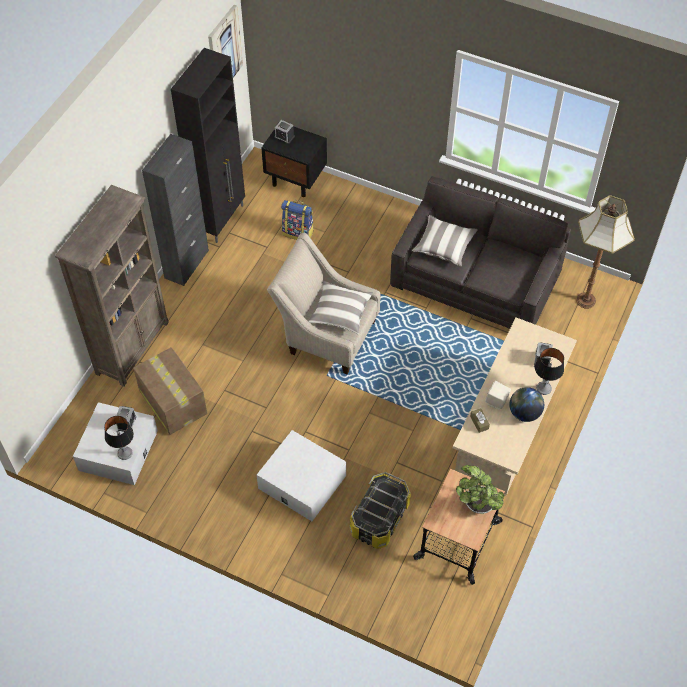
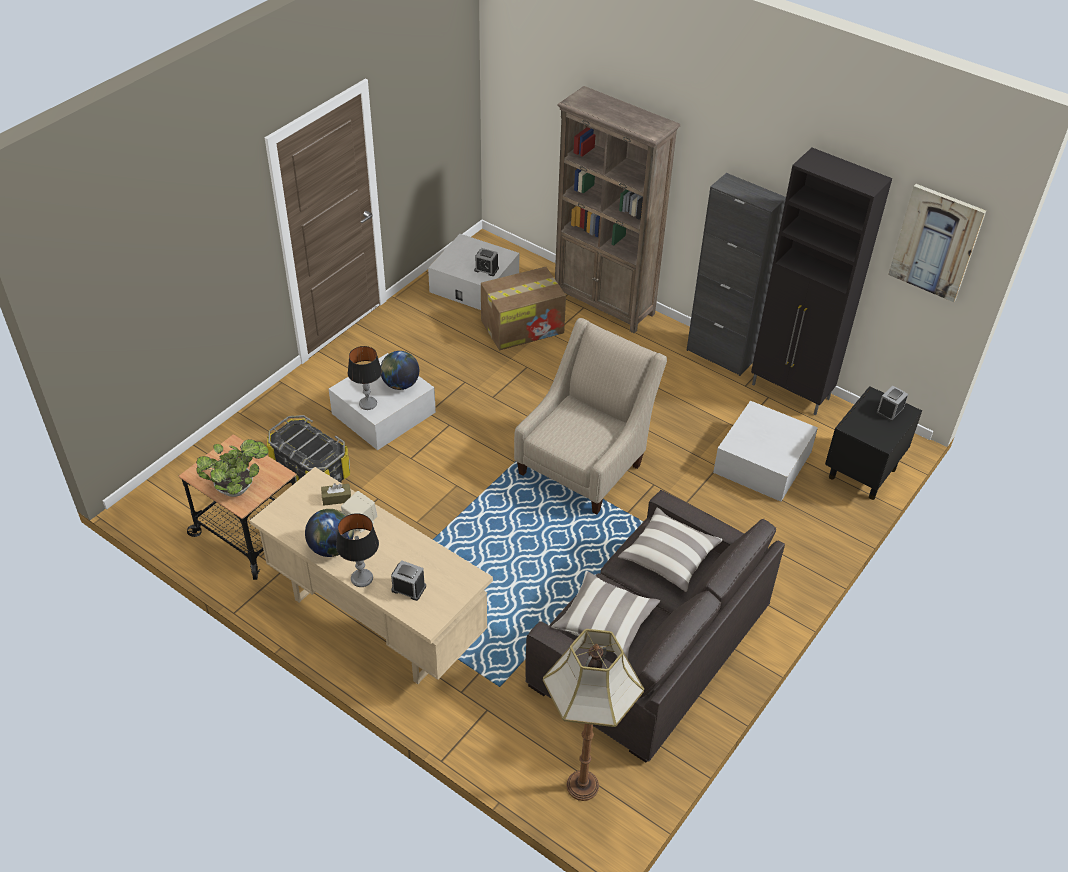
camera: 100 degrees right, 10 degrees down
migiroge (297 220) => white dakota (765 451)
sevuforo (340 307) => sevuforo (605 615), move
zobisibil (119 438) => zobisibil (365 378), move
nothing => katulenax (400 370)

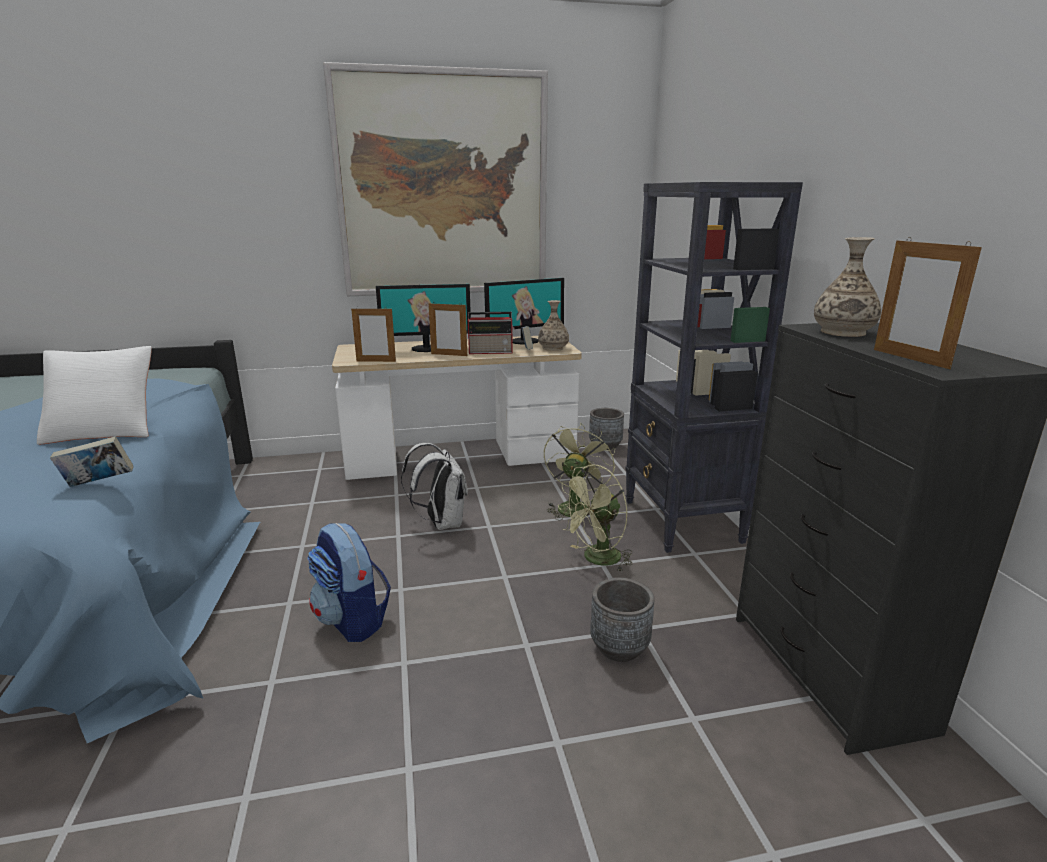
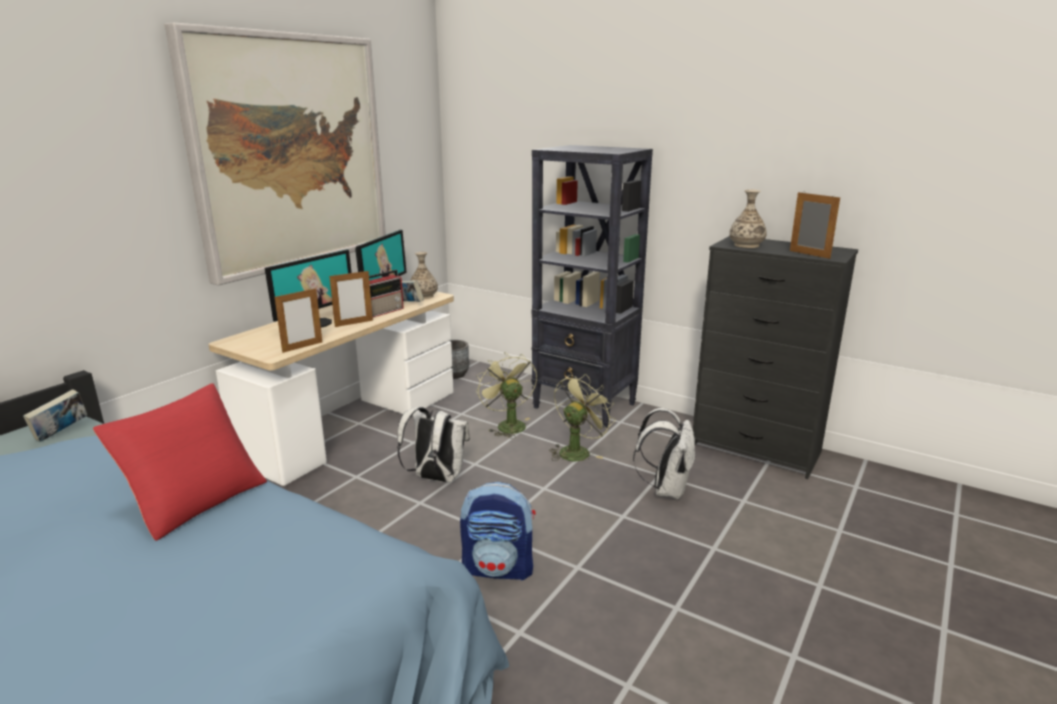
camera: 45 degrees left, 0 degrees up
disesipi (928 303) => disesipi (815 225), 150 degrees counterclockwise
white sevuforo (94 395) => red sevuforo (180 462)
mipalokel (92 461) => mipalokel (55 415), move
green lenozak (595 519) => green lenozak (582 417), 150 degrees counterclockwise
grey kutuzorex (622 619) => white migiroge (664 454)

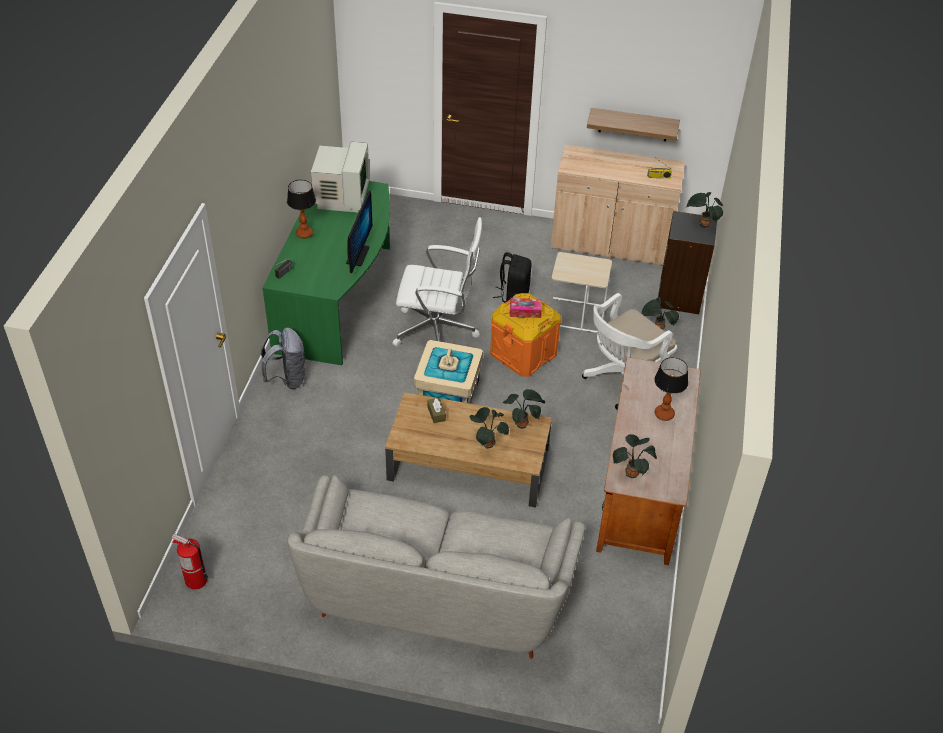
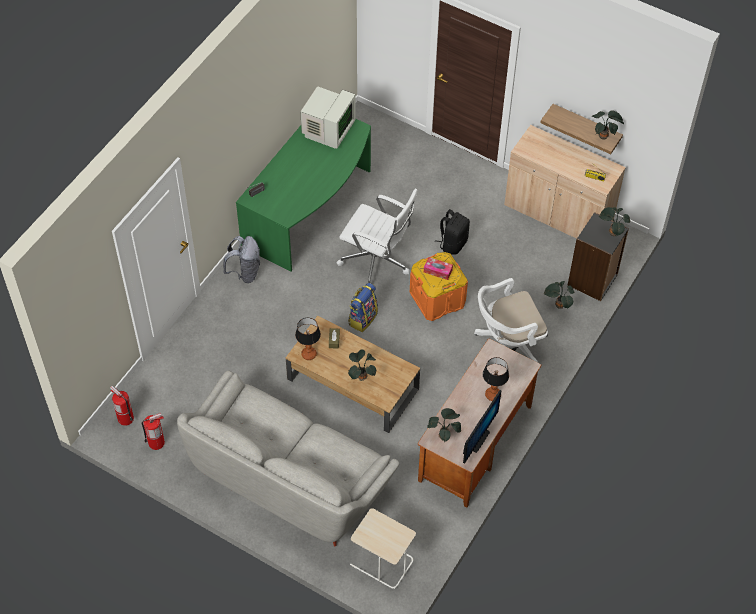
camera: 20 degrees right, 10 degrees up
zobisibil (301 209) => zobisibil (308 339), move
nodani (359 232) => nodani (482 426), move
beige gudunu (582 292) => beige gudunu (383 548), move
beige dakota (448 371) => migiroge (363 307)
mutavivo (524 409) => mutavivo (608 125), move
nothing => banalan (153 431)

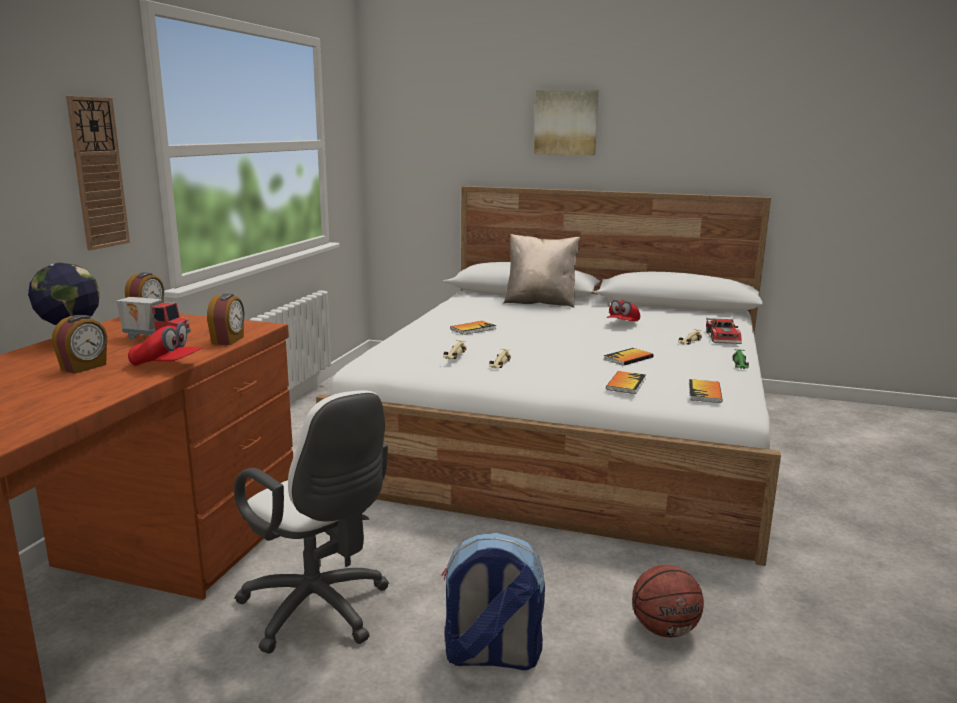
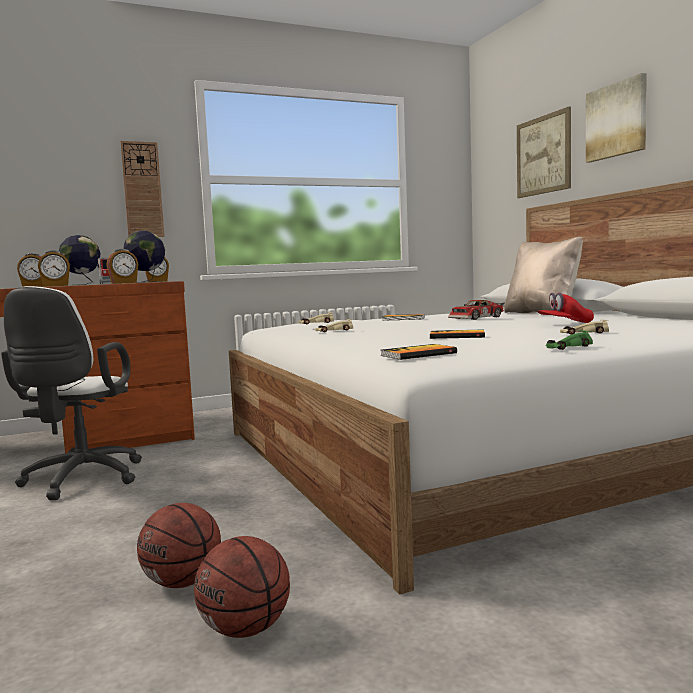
camera: 50 degrees right, 10 degrees down
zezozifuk (724 330) => zezozifuk (476 310), move
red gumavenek (165 344) => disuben (54 268)
mipalokel (626 382) => nothing
migiroge (493 601) => nothing
nothing => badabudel (544 152)
nothing => katulenax (144 257)
nothing => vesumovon (242 587)

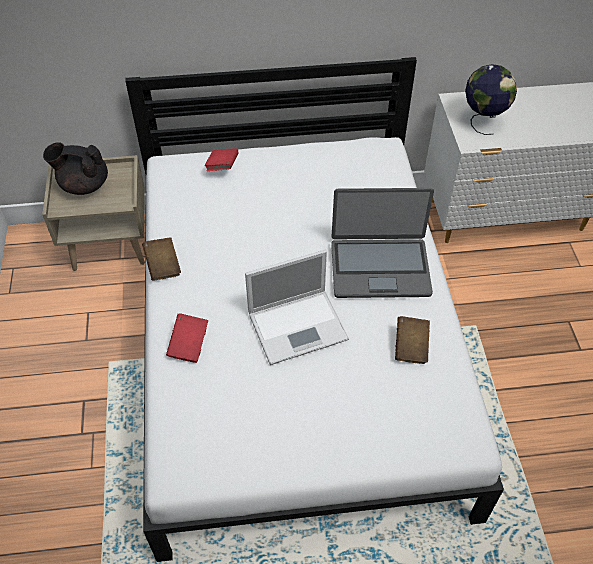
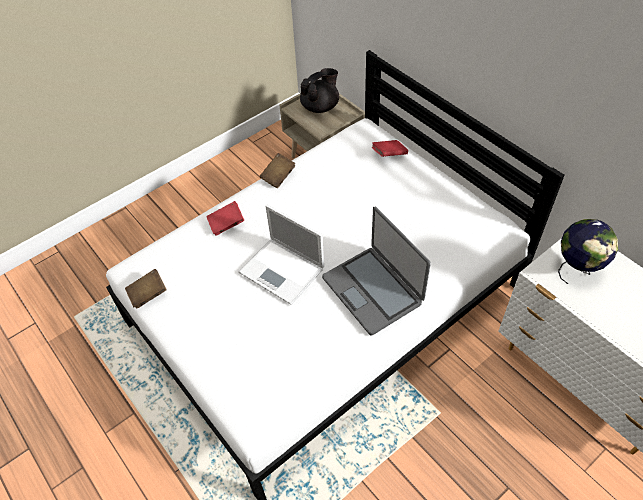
camera: 60 degrees right, 0 degrees up
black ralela (75 168) => black ralela (319 90), 75 degrees clockwise
brown mipalokel (412 340) => brown mipalokel (146 288), move

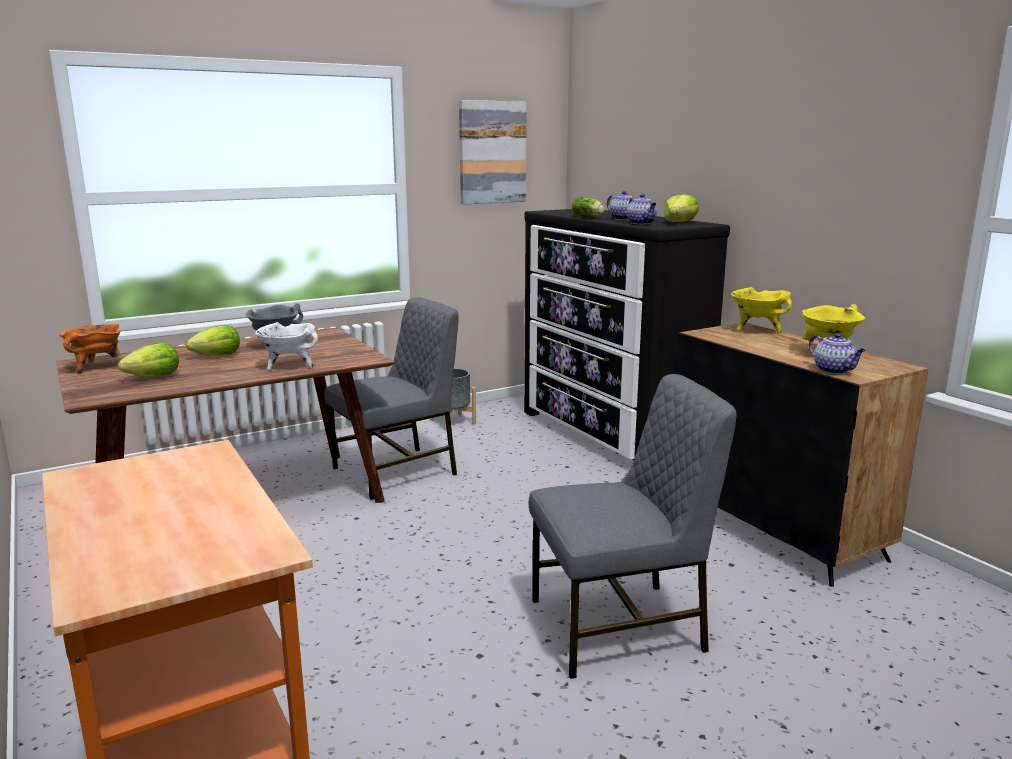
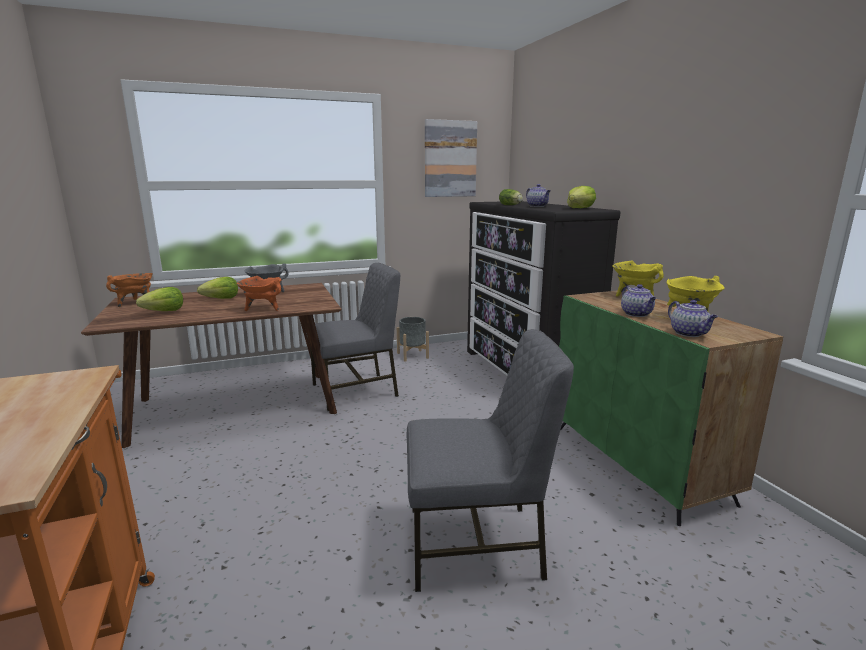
camera: 10 degrees right, 0 degrees up
ralela (642 209) => ralela (638 300), move
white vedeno (286 346) => orange vedeno (259 293)
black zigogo (800 455) => green zigogo (671 408)

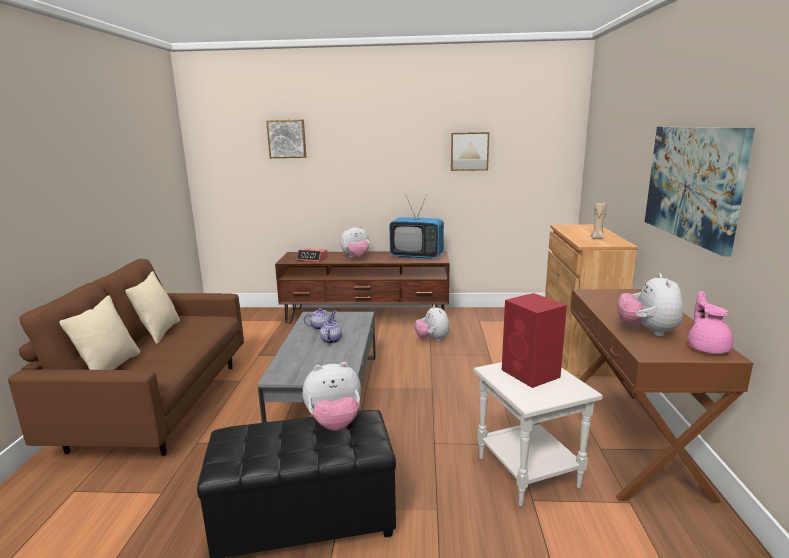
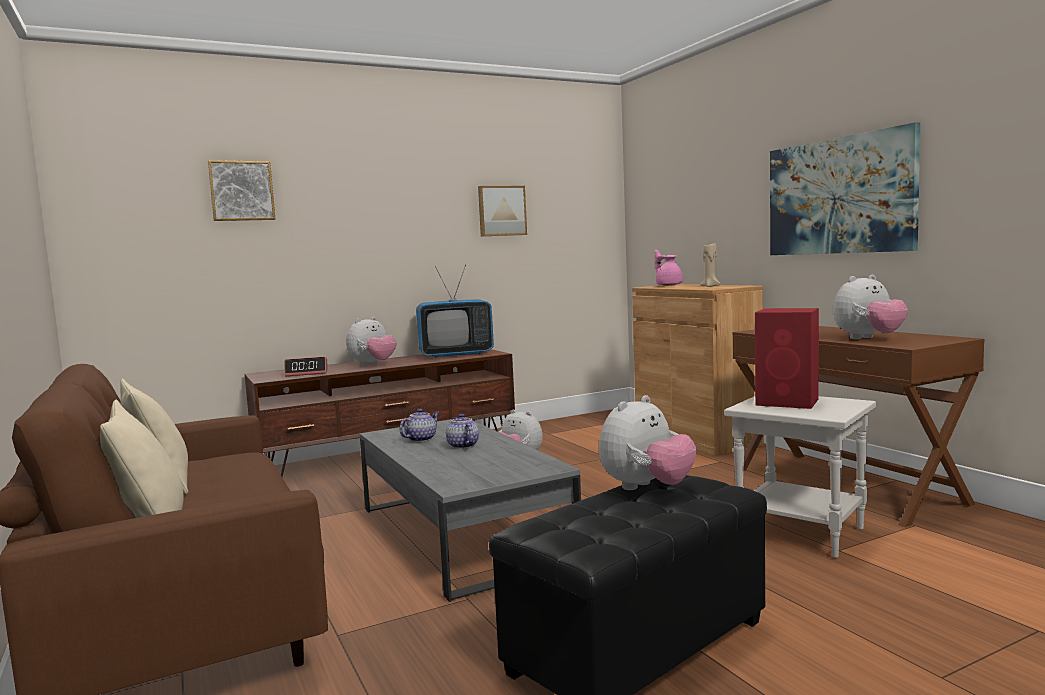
camera: 30 degrees left, 10 degrees down
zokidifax (650 304) => zokidifax (870 307), 90 degrees counterclockwise
pink ralela (710 322) => pink ralela (669 268), move

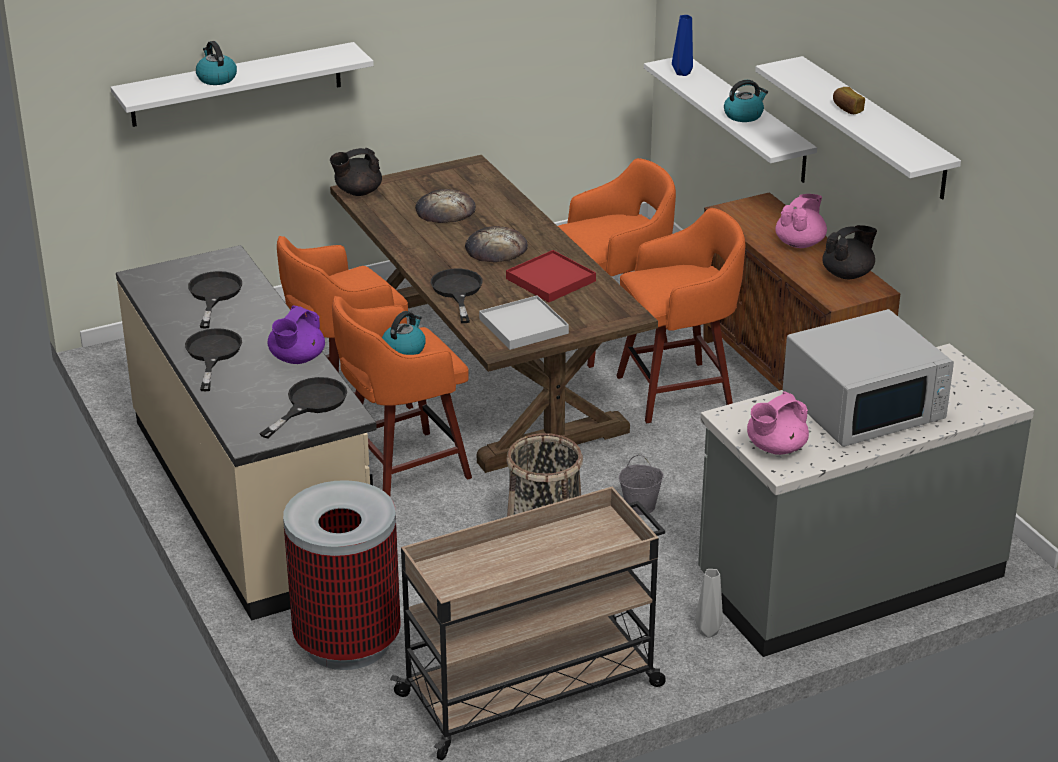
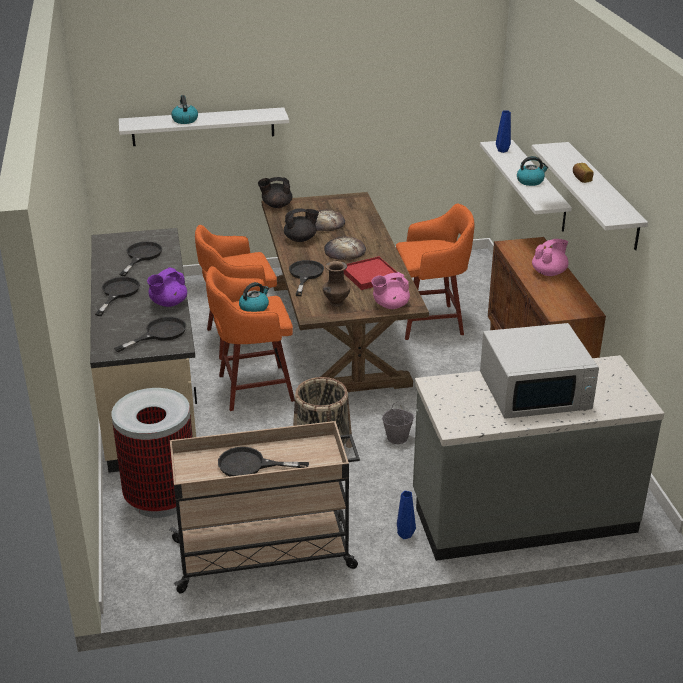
camera: 15 degrees right, 0 degrees up
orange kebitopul (680 315) => nothing
black ralela (849 252) => black ralela (301 225), move
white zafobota (524 322) => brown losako (336 284)
pink ralela (778 423) => pink ralela (390 290), move
grey losako (709 603) => blue losako (406 515)
nothing => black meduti (263 462)

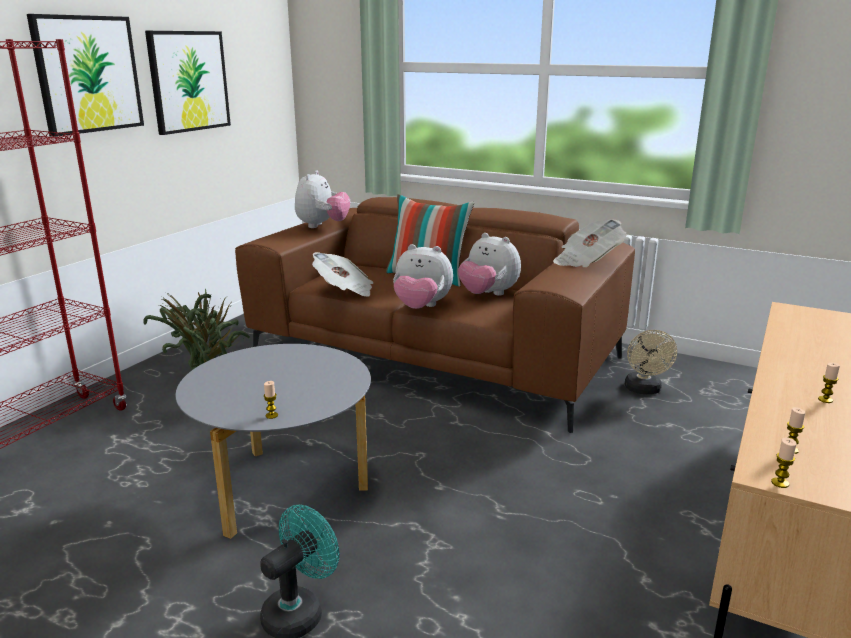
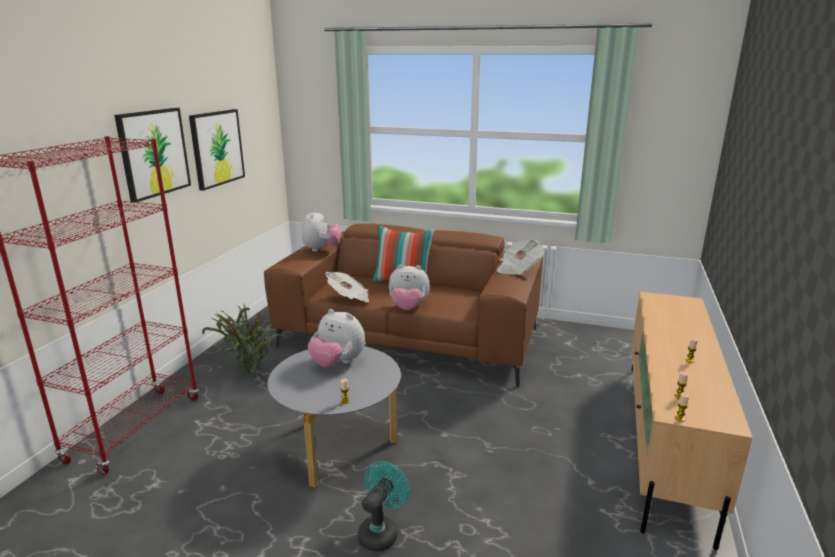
camera: 10 degrees left, 0 degrees up
zokidifax (489 264) => zokidifax (336 338), move
beige lenozak (651 362) => nothing

